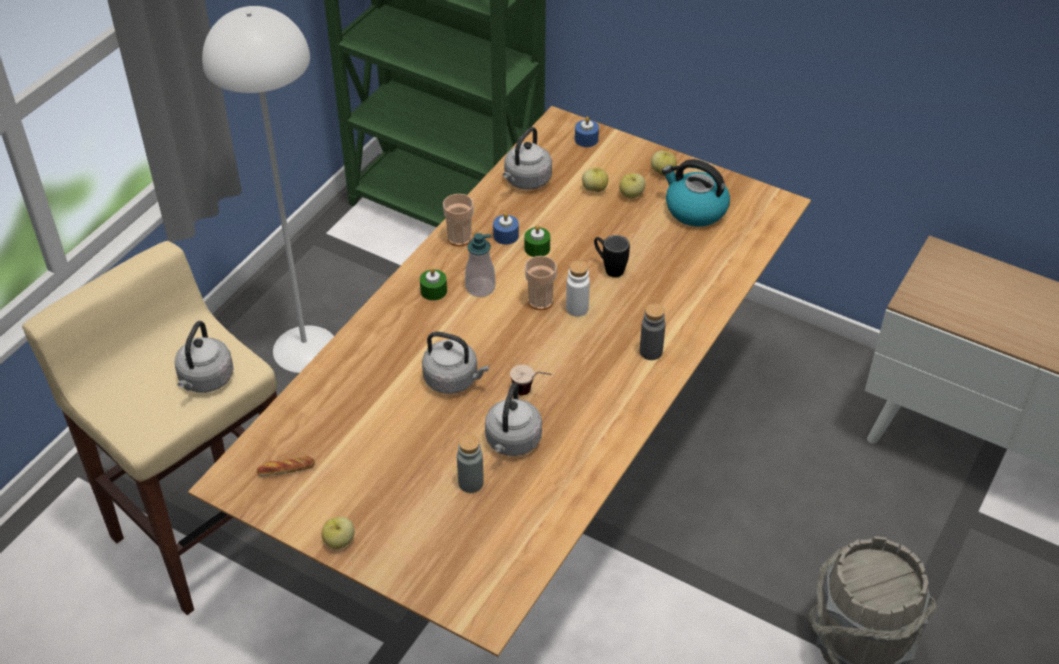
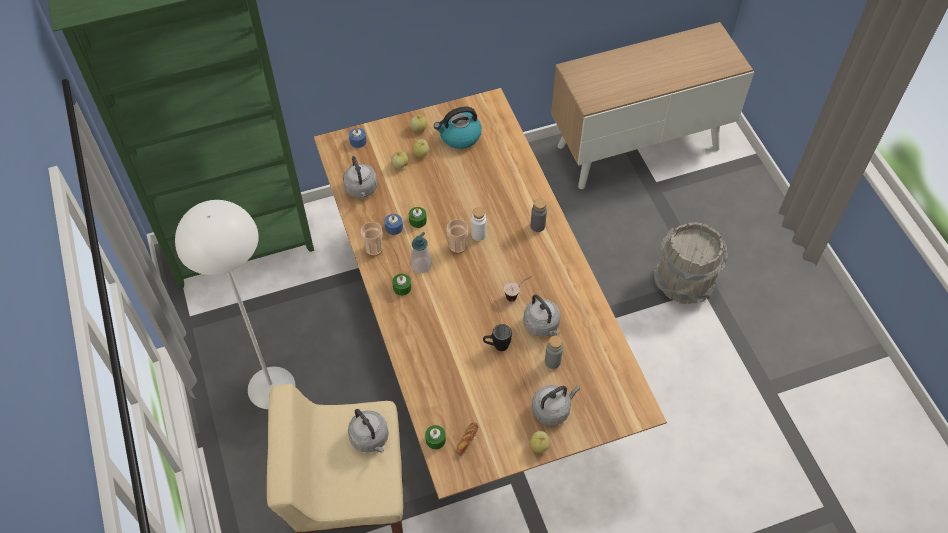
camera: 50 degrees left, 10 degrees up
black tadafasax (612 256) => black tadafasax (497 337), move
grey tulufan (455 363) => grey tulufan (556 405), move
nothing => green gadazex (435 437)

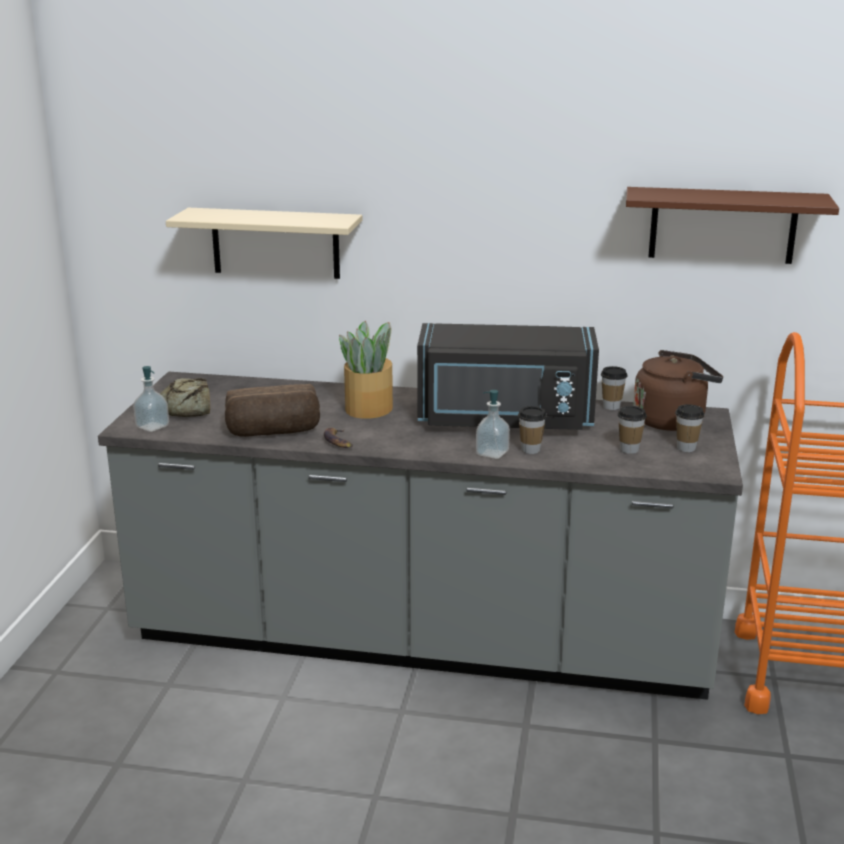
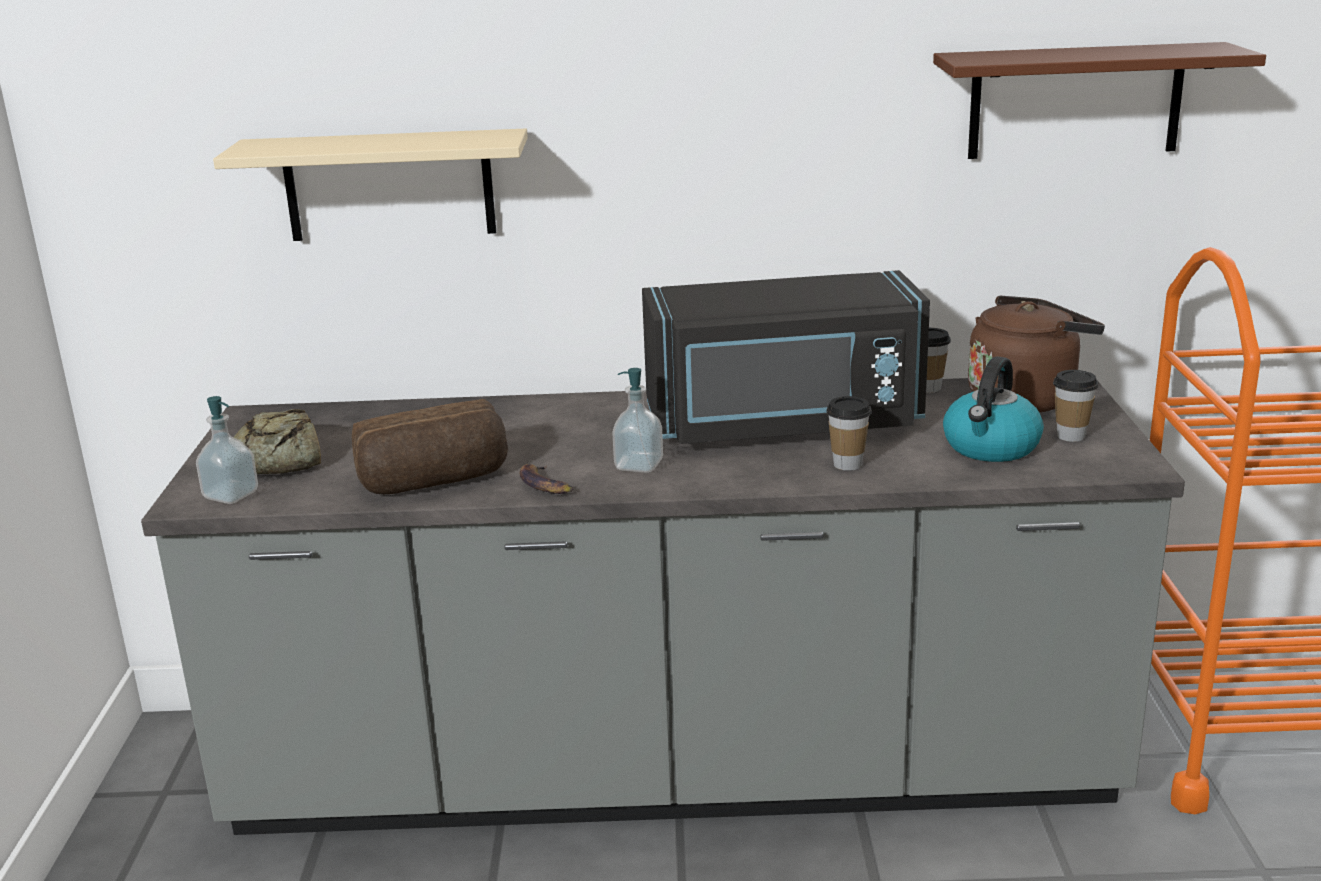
camera: 10 degrees left, 0 degrees up
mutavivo (366 370) => nothing
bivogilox (493 424) => bivogilox (637 420), move
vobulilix (632 430) => tulufan (993 409)

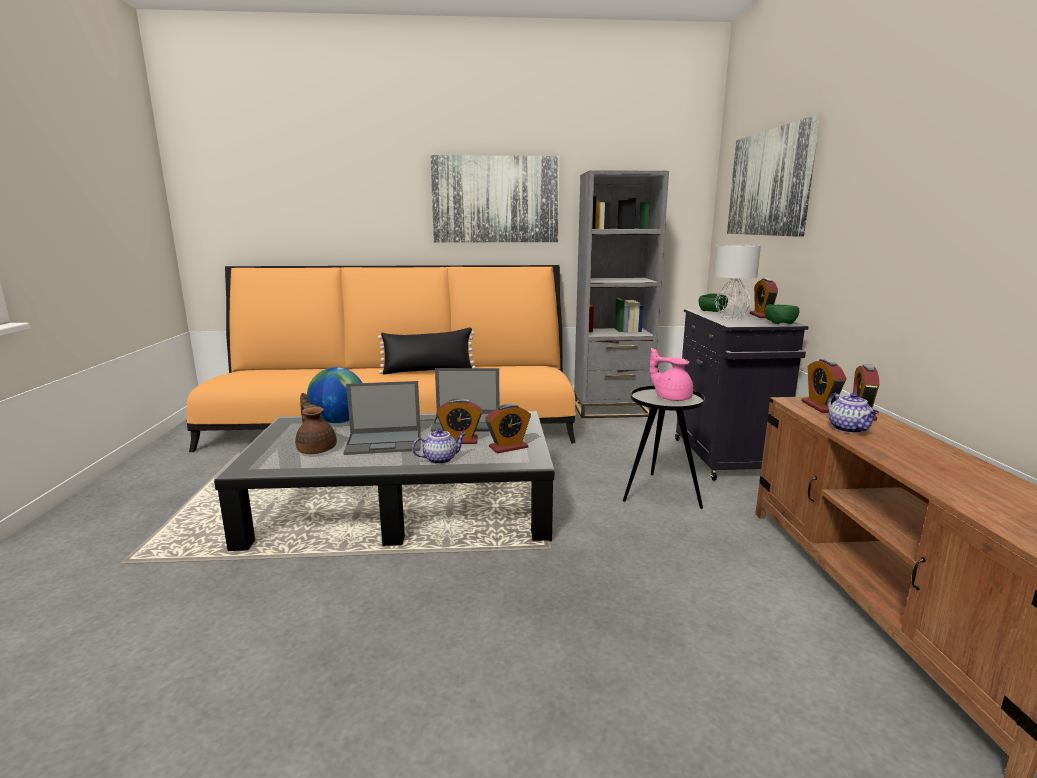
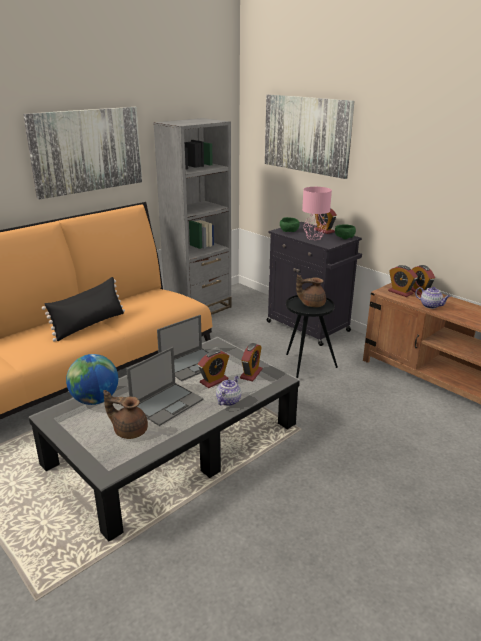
camera: 40 degrees left, 10 degrees up
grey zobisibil (737 282) => pink zobisibil (317 213)
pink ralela (671 374) => brown ralela (311 290)

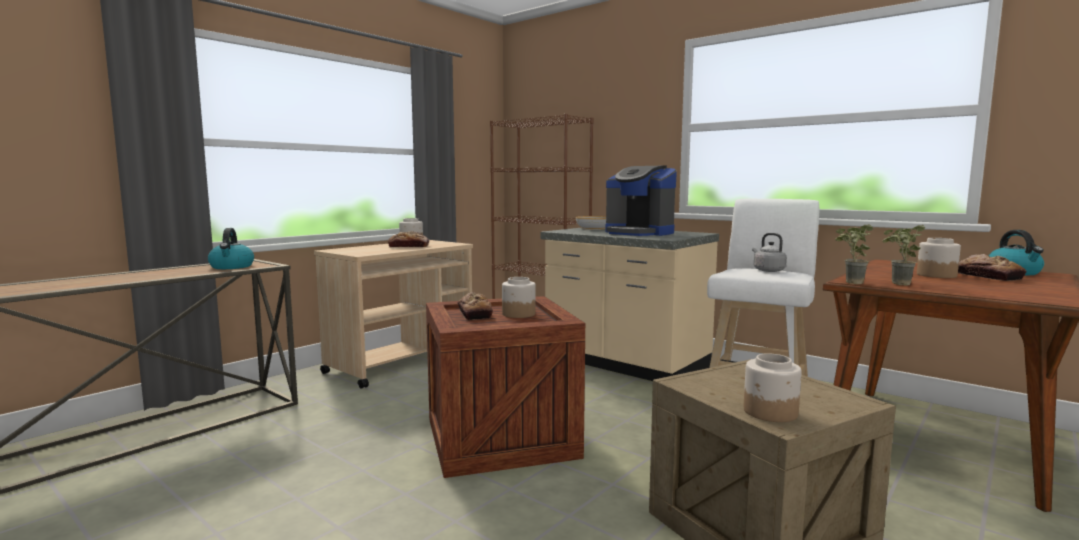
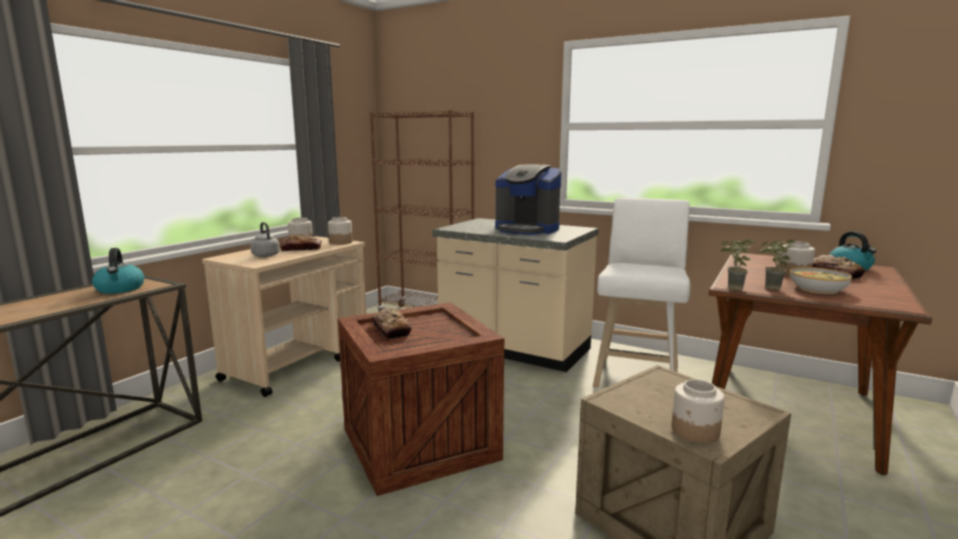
camera: 10 degrees left, 5 degrees up
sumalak (591 223) => sumalak (821 280), move
grey tulufan (769 252) => grey tulufan (265 239), move
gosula (519 297) => gosula (340 231), move

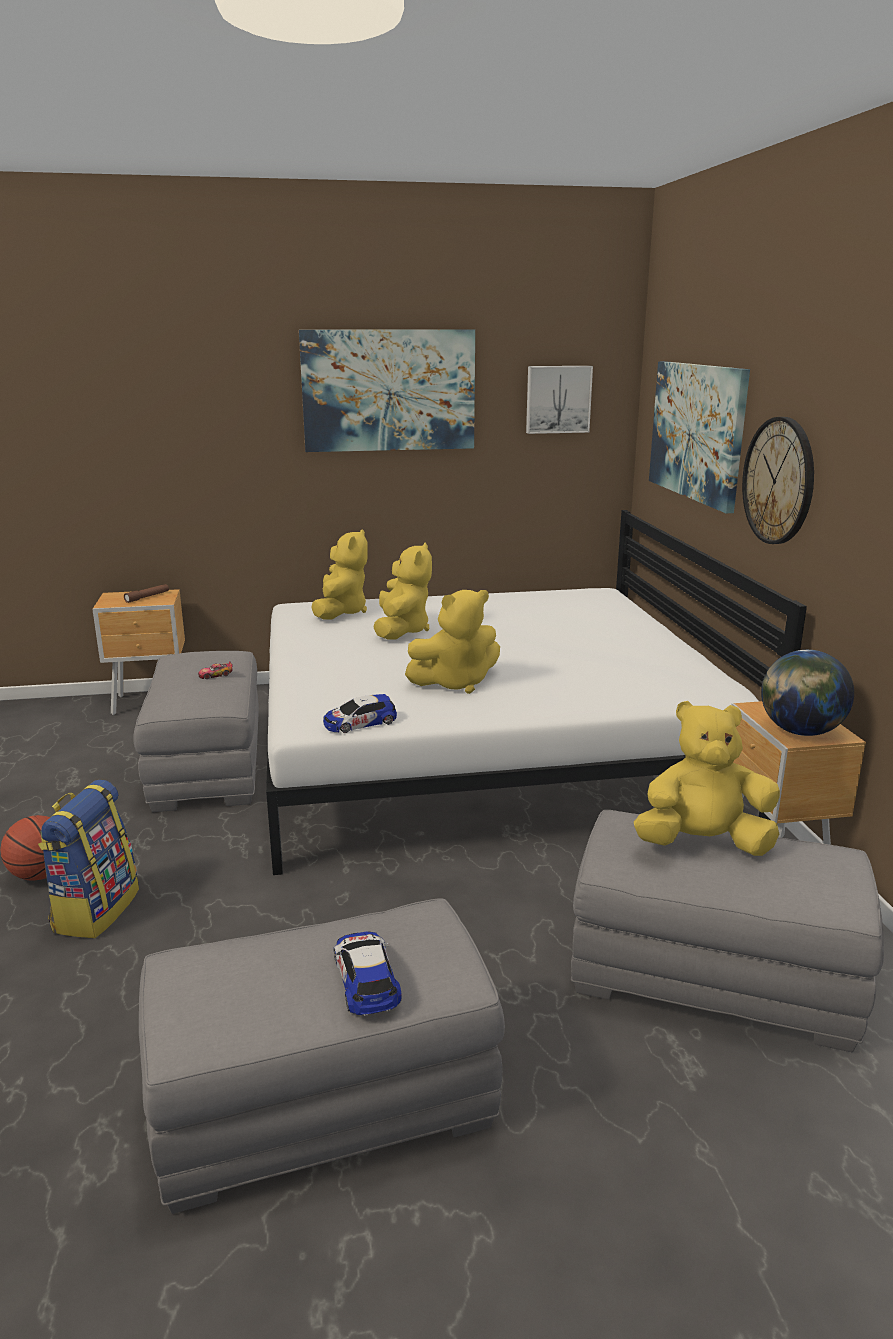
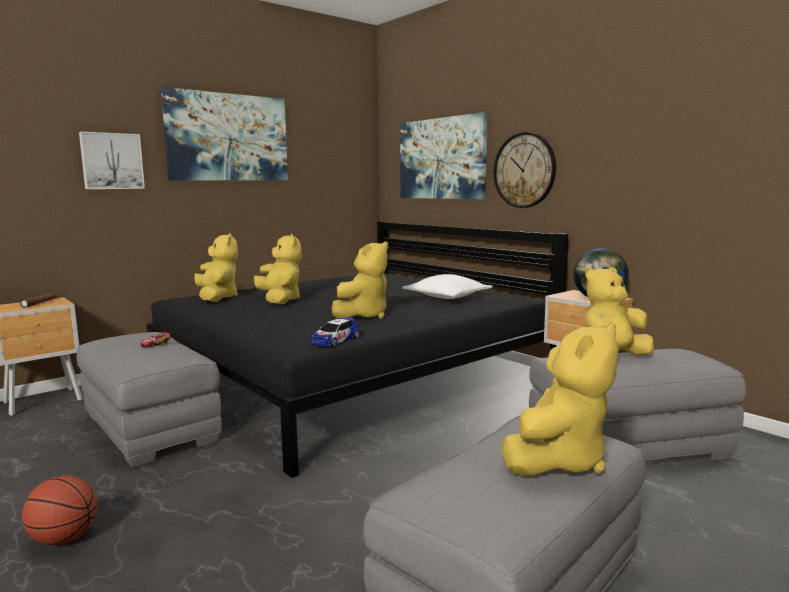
camera: 30 degrees left, 10 degrees down
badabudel (559 400) => badabudel (112 160), move
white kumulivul (536 692) => black kumulivul (357 350)
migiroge (88 859) => nothing
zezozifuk (368 973) => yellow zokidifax (560 400)
nothing => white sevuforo (447 286)

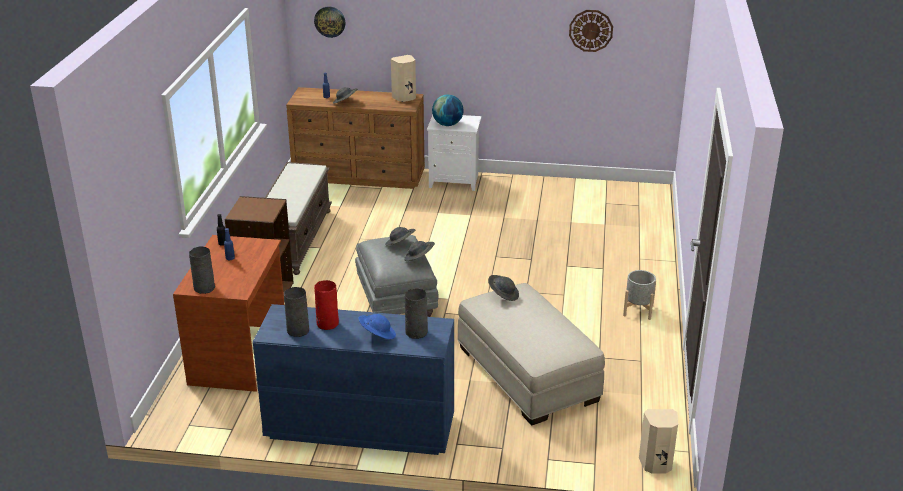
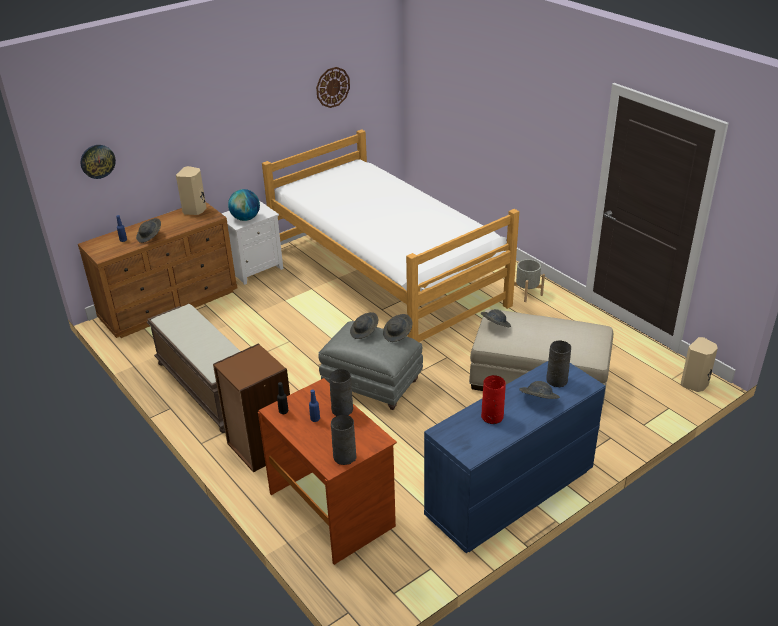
camera: 45 degrees left, 5 degrees up
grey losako (296 312) => grey losako (341 392), move
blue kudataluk (377 326) => grey kudataluk (540 390)
nothing => kumulivul (390 235)

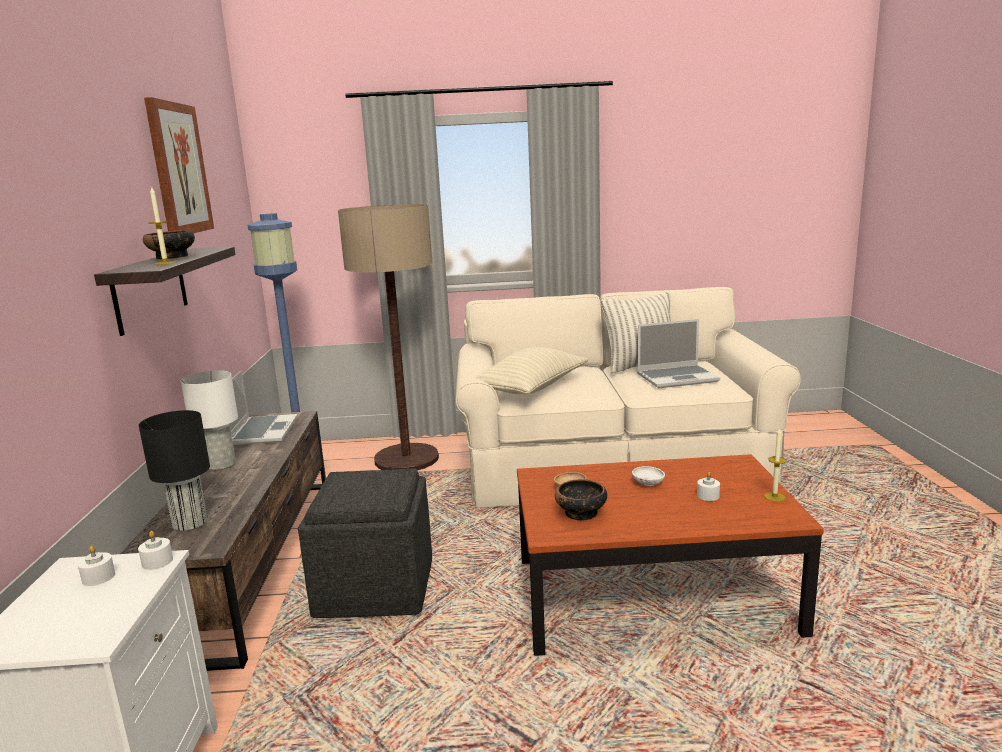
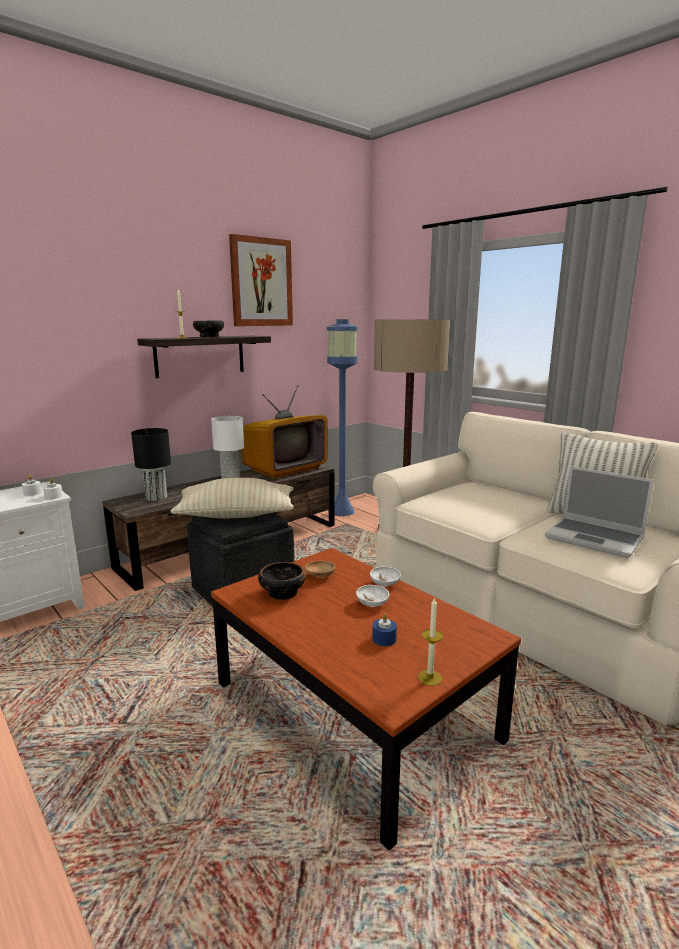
camera: 50 degrees right, 0 degrees up
beige sevuforo (531 371) => beige sevuforo (232 498), move
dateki (263 407) => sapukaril (284 432)
white gadazex (708 486) => blue gadazex (384 630)
nothing => white sumalak (385 576)

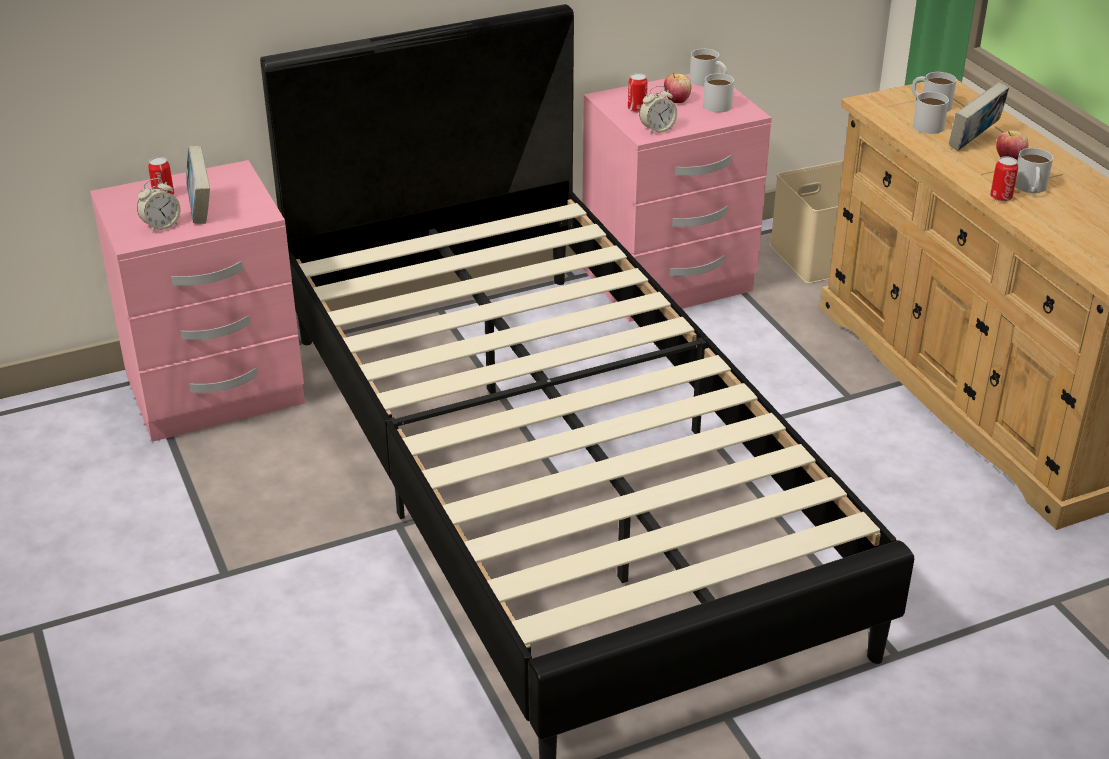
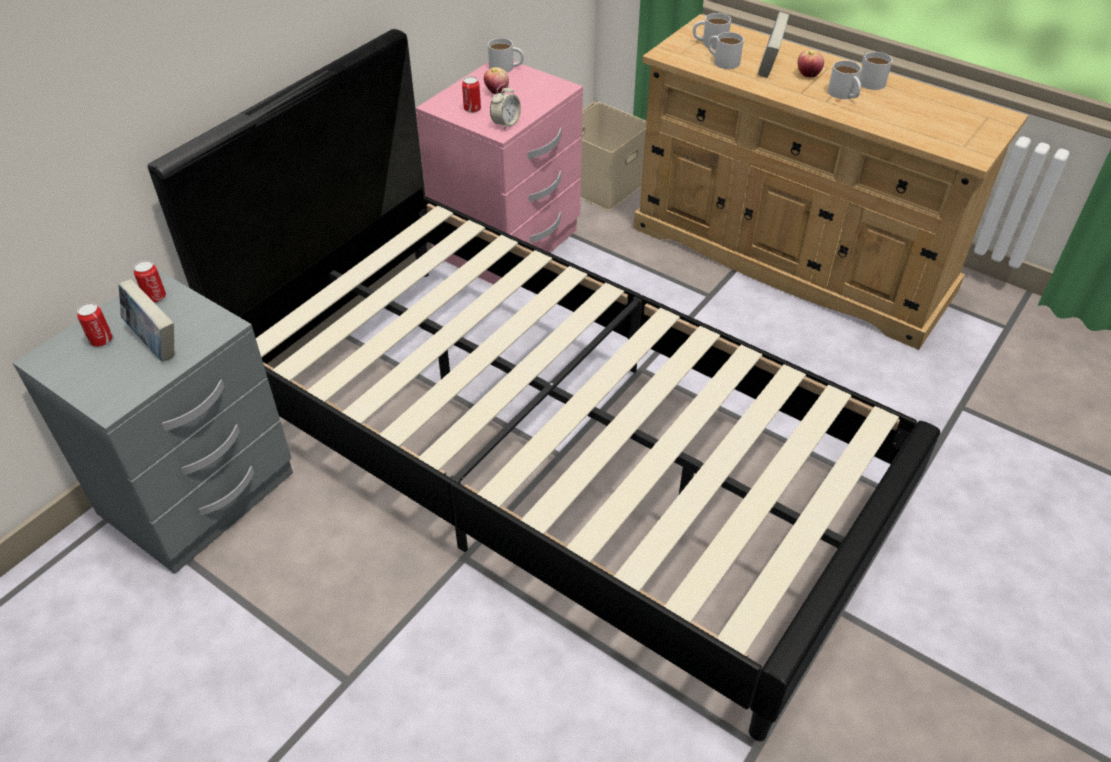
camera: 30 degrees left, 10 degrees up
white tadafasax (718 93) => white tadafasax (875 71), move
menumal (1004 179) => menumal (150 281), move
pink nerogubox (197 301) => grey nerogubox (153 422)
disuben (159 205) => nothing

